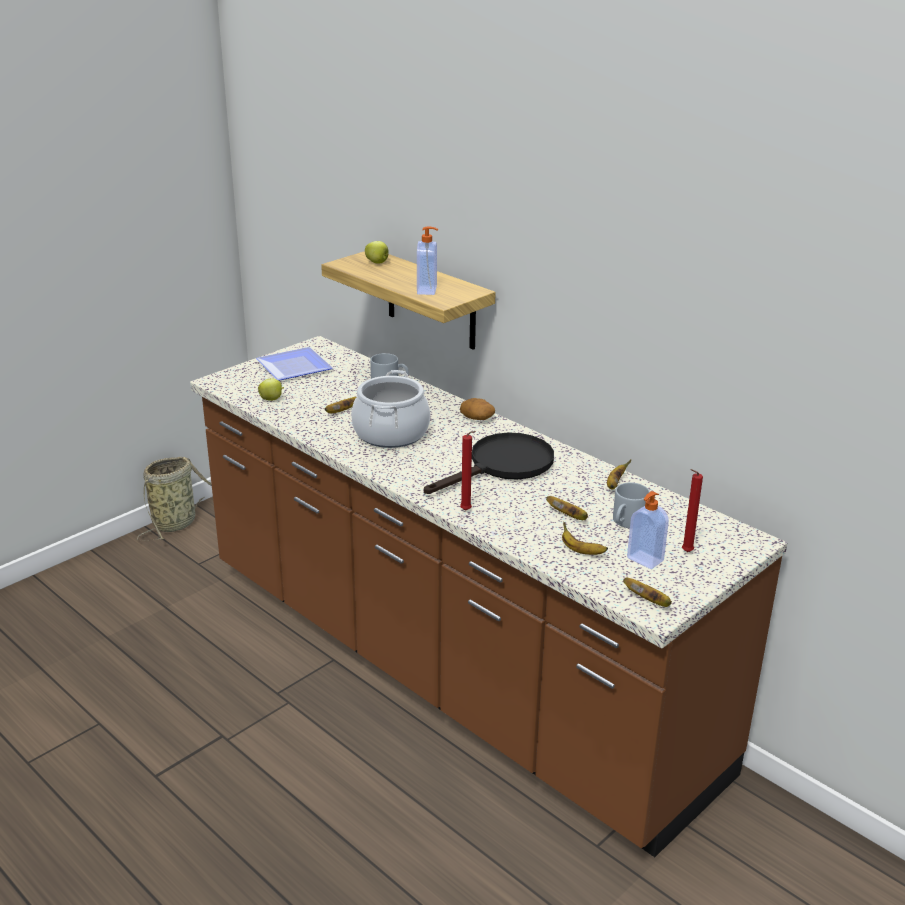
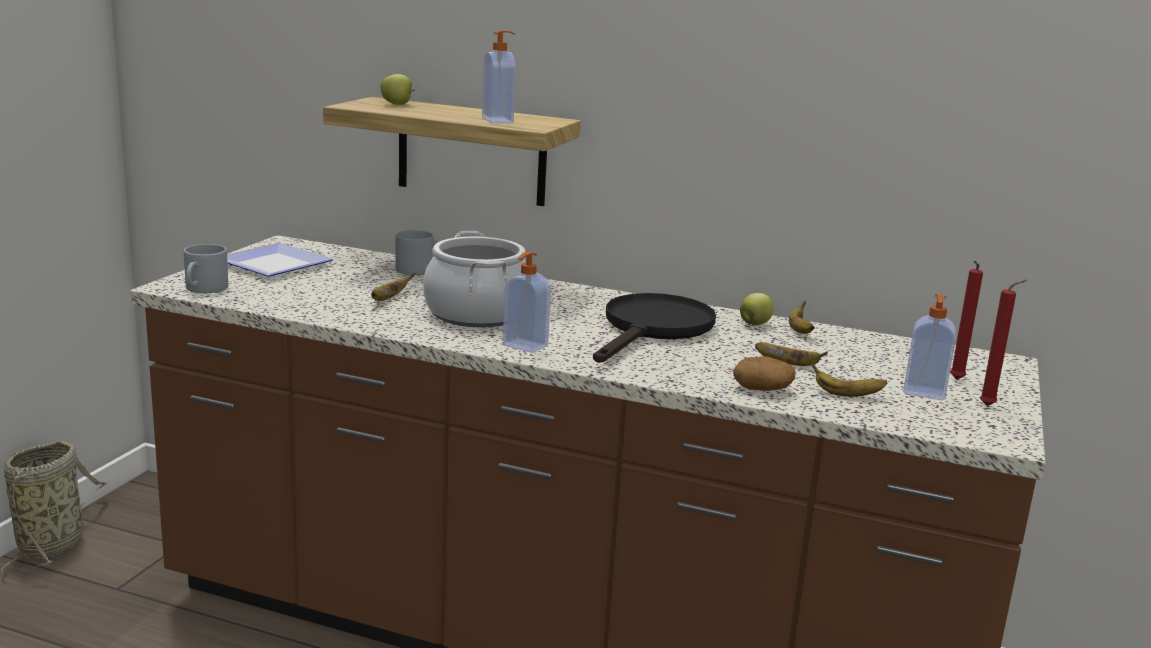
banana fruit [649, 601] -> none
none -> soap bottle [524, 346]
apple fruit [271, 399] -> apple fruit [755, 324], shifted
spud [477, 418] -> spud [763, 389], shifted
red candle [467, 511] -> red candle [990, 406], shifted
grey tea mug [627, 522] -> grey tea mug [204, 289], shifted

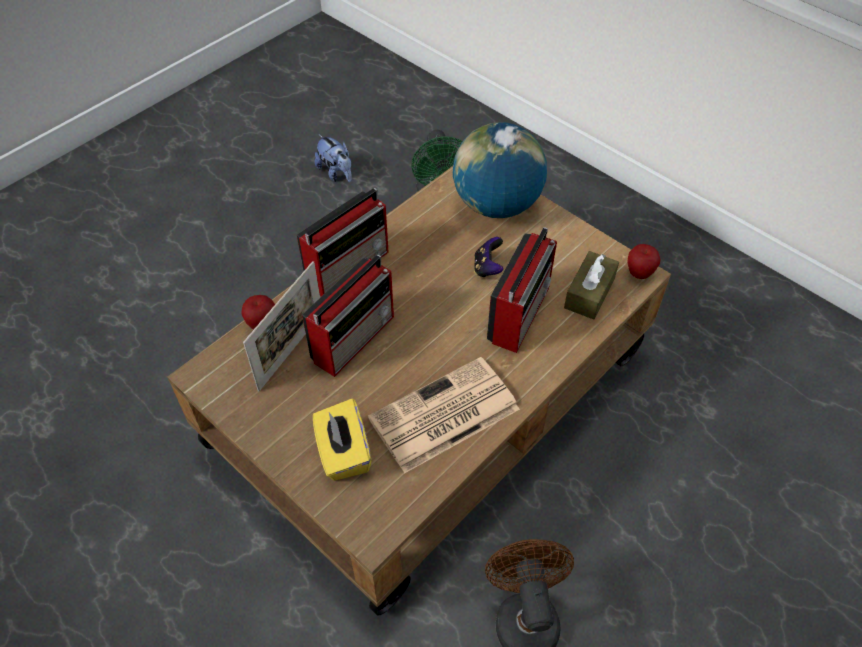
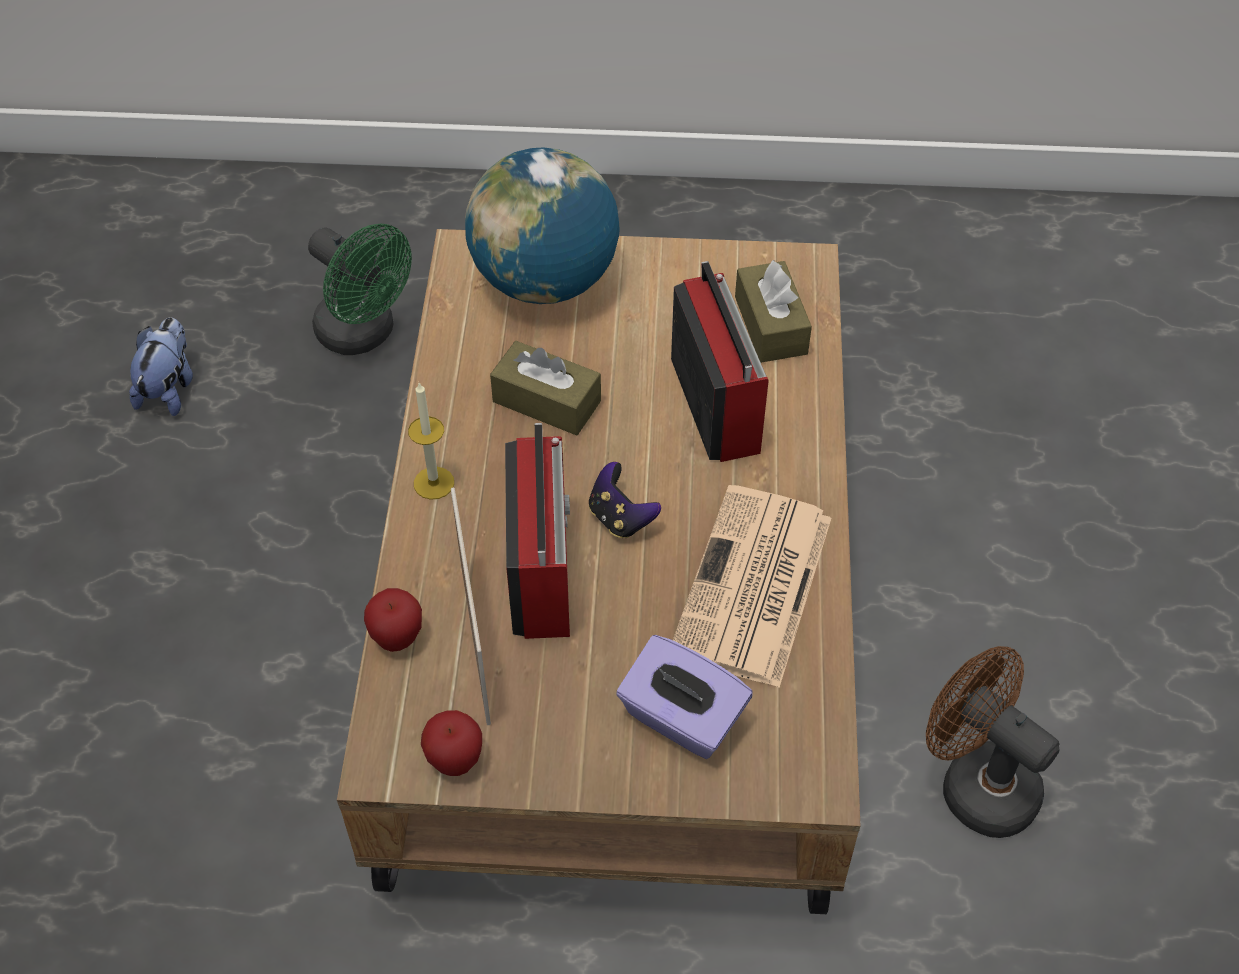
none -> brownish box of tissues [546, 401]
joypad [487, 268] -> joypad [620, 518], shifted
apple fruit [639, 273] -> apple fruit [455, 760], shifted
radio set [349, 266] -> candle [434, 483]
yellow-coloured box of tissues [343, 453] -> purple box of tissues [681, 718]
plush toy [336, 173] -> plush toy [169, 389], 90 degrees counterclockwise

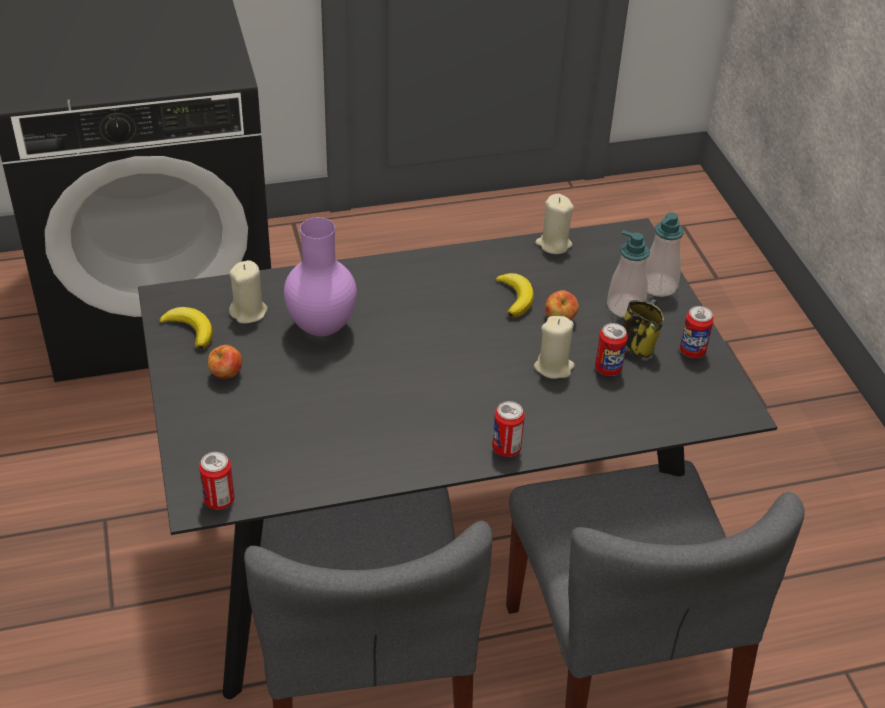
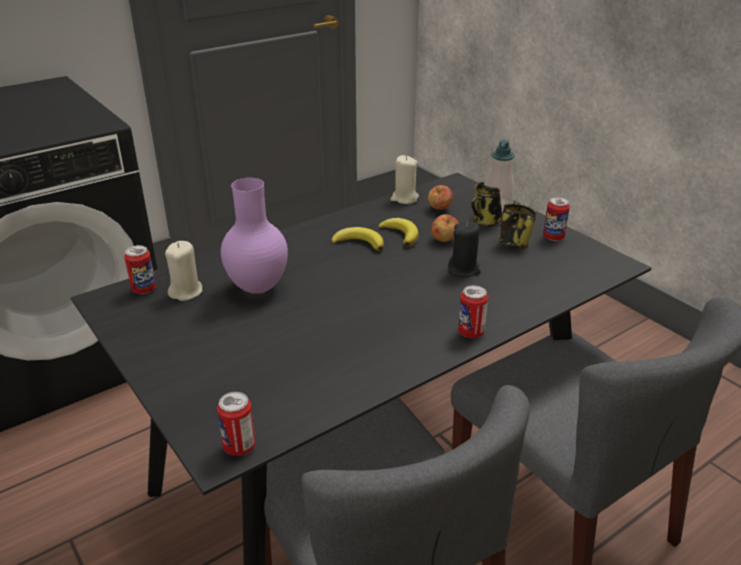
banana fruit [190, 330] -> banana fruit [359, 242], shifted
apple fruit [226, 375] -> apple fruit [439, 209], shifted
can [608, 369] -> can [144, 289], shifted
soap bottle [625, 307] -> tea mug [485, 222]
sand-coloured candle [554, 367] -> blackish candle [464, 270]

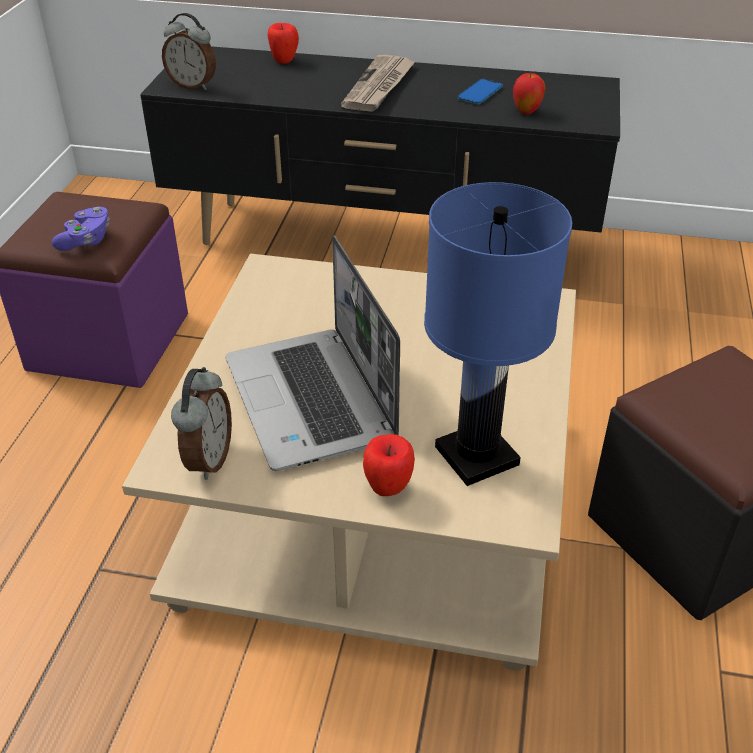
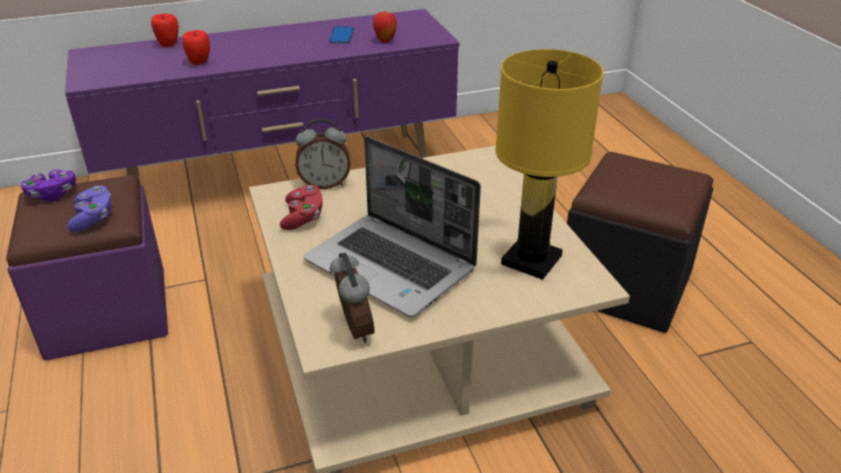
daily paper [379, 86] -> none
none -> purple joypad [52, 195]
none -> red joypad [303, 217]
bedside clock [193, 85] -> bedside clock [325, 184], shifted
apple fruit [388, 489] -> apple fruit [199, 63], shifted
blackish media console [384, 243] -> purple media console [282, 173]
blue lamp for a table [478, 456] -> yellow-coloured lamp for a table [532, 260]

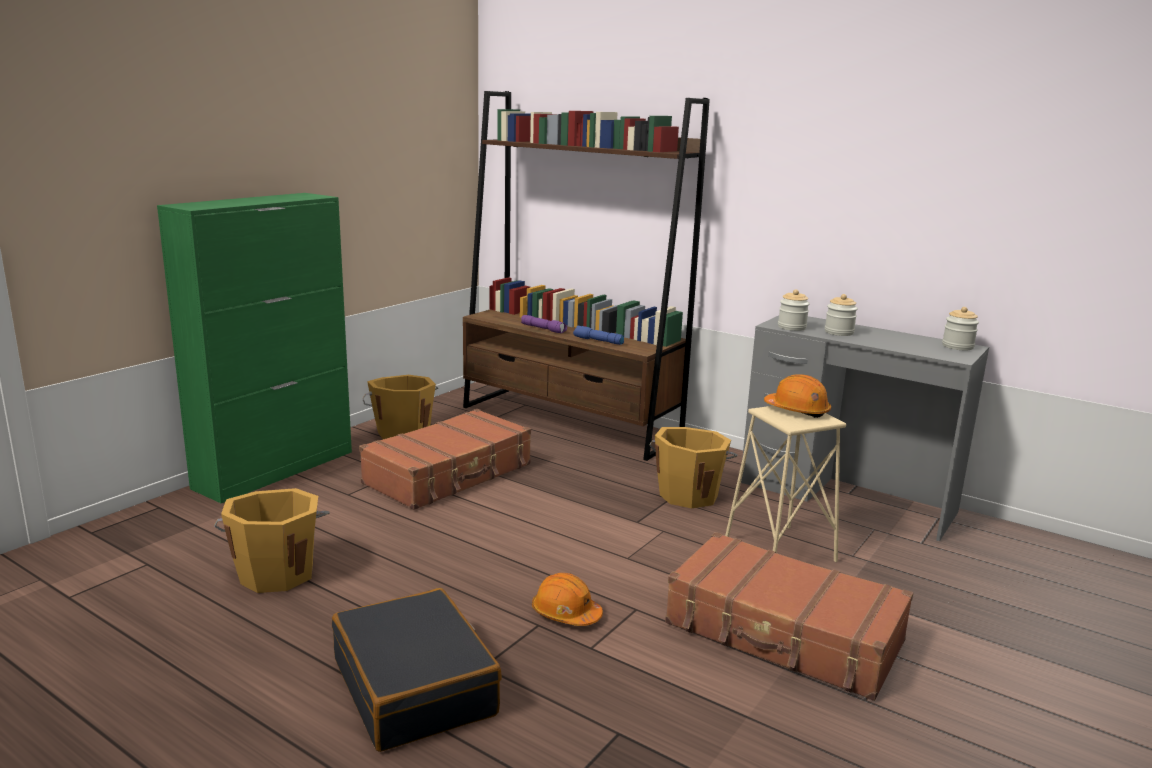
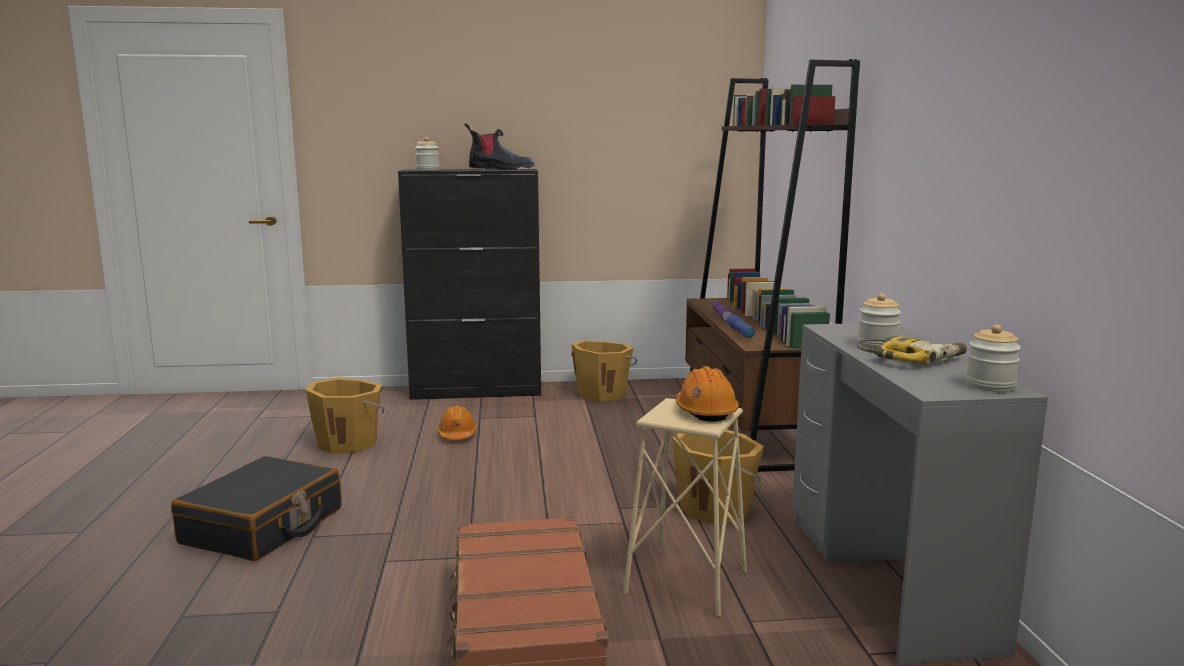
brownish travel case [450, 474] -> none
none -> boot [500, 169]
none -> drill [913, 359]
orangey safety helmet [565, 614] -> orangey safety helmet [457, 435], shifted
jar [792, 327] -> jar [427, 169], shifted
green cupboard [276, 469] -> blackish cupboard [477, 391]

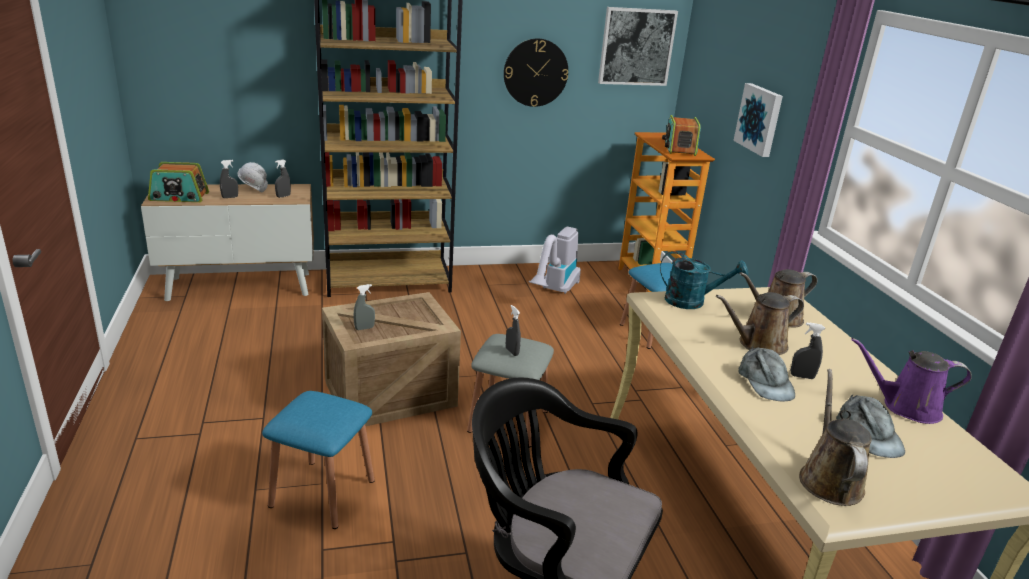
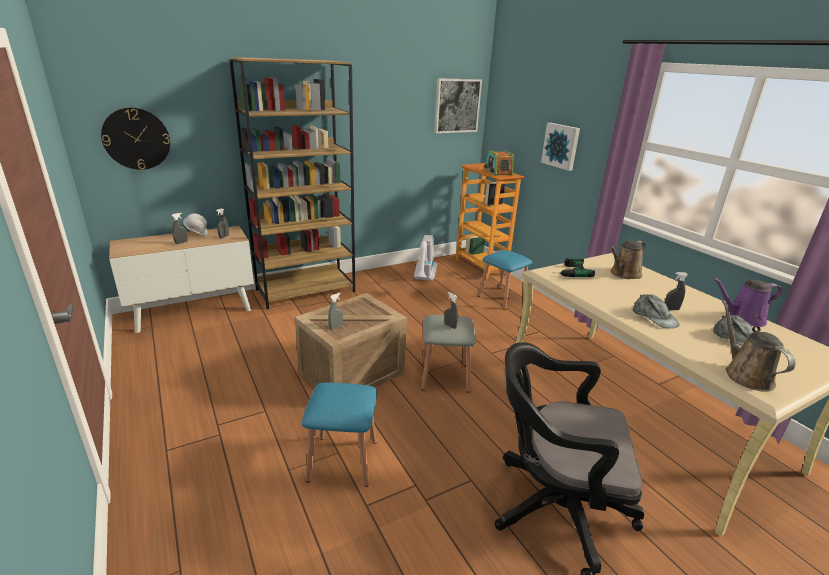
radio set [179, 197] -> none
brownish sprinkling can [758, 344] -> none
clock on the wall [535, 72] -> clock on the wall [136, 139], shifted
turquoise-coloured sprinkling can [692, 302] -> drill [568, 271]

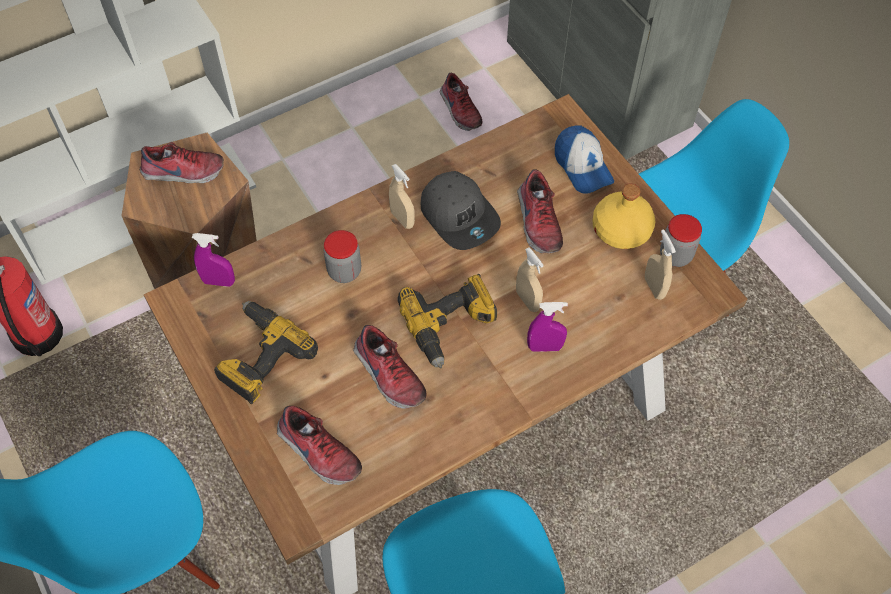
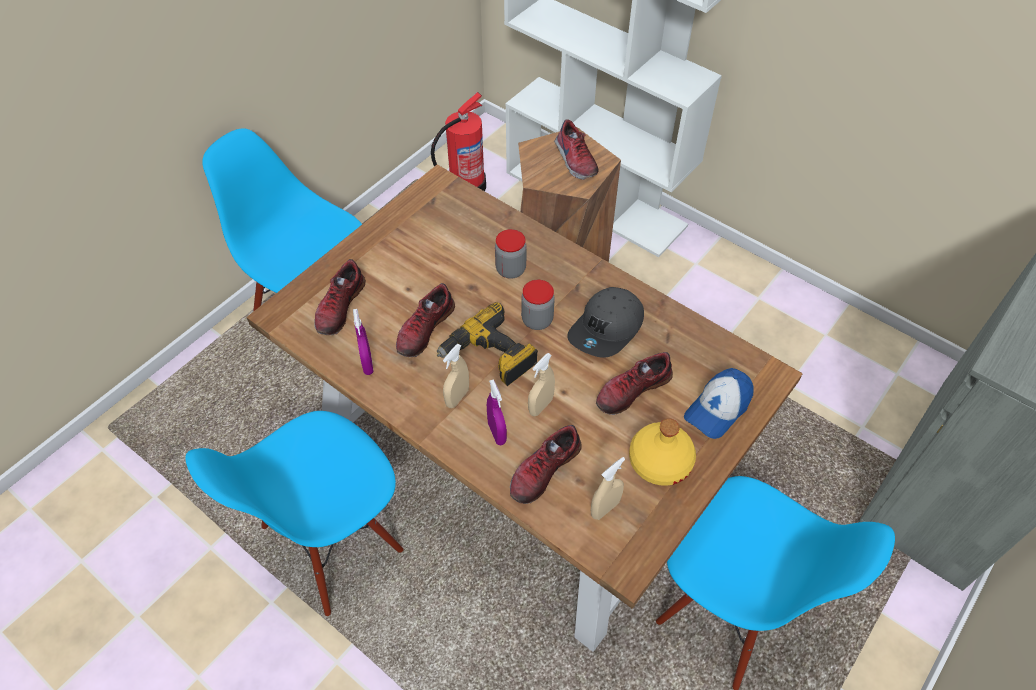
drill [259, 357] -> none
purple sprayer [219, 282] -> purple sprayer [367, 364], shifted
sand-coloured sprayer [402, 219] -> sand-coloured sprayer [457, 397], shifted
item of footwear [459, 110] -> item of footwear [543, 469], shifted
jar [675, 255] -> jar [537, 320], shifted

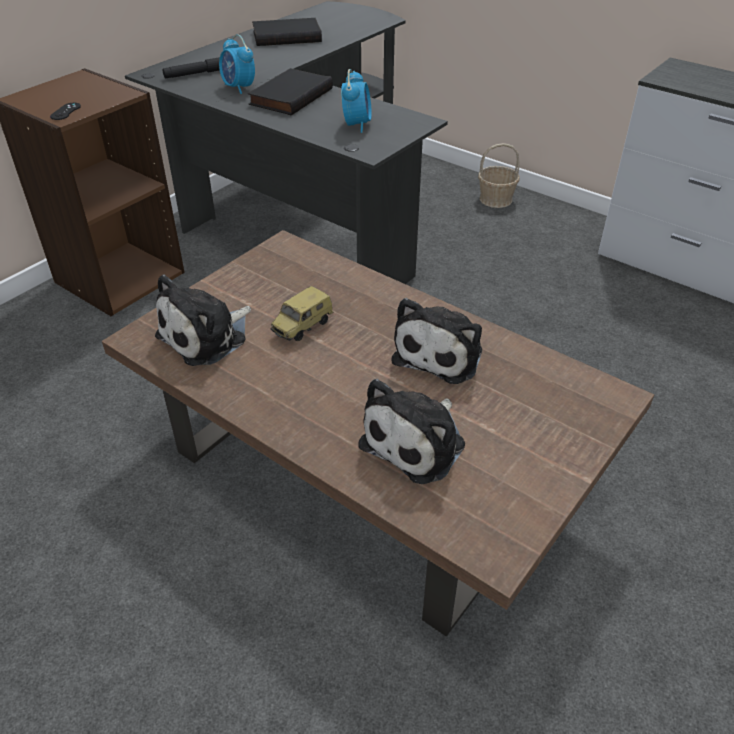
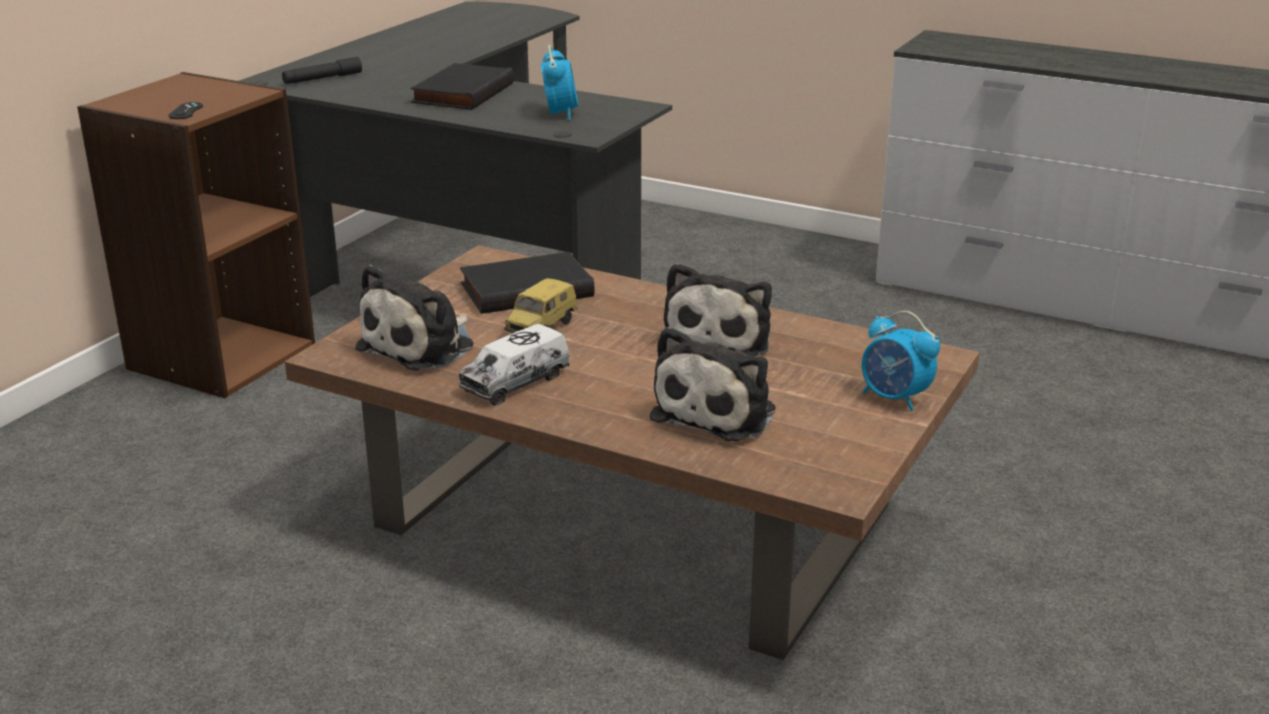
household basket [496, 199] -> none
none -> toy lorry [515, 382]
bedside clock [239, 88] -> bedside clock [895, 398], shifted
blackish volume [287, 36] -> blackish volume [526, 289], shifted

